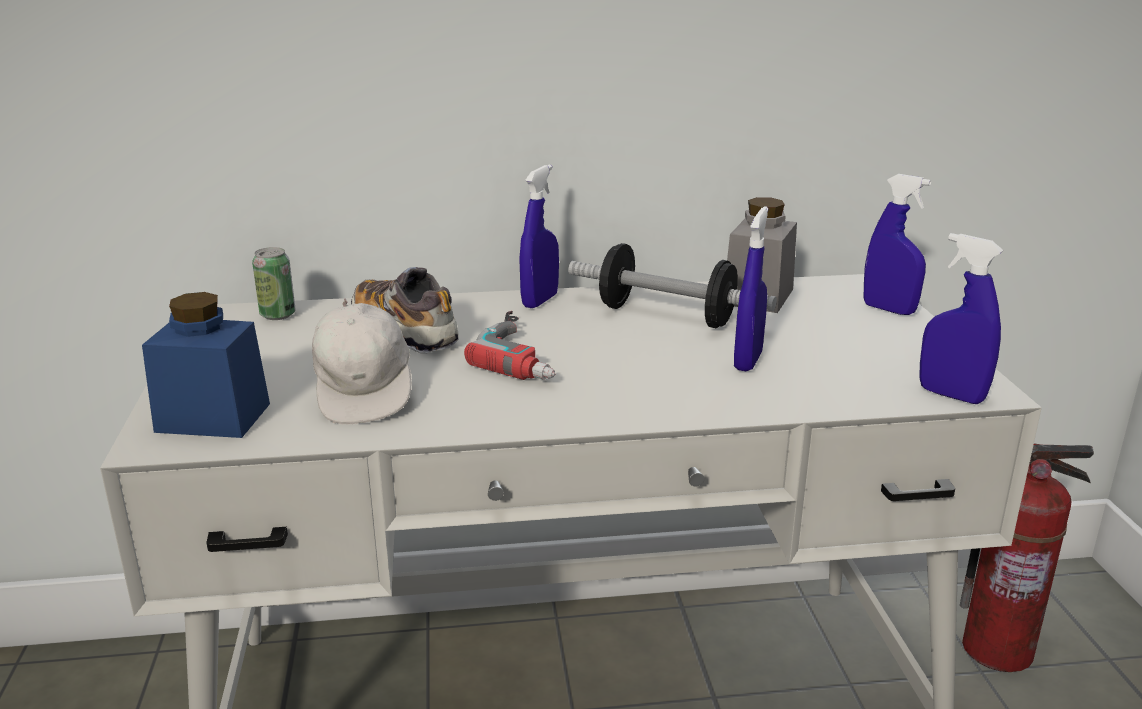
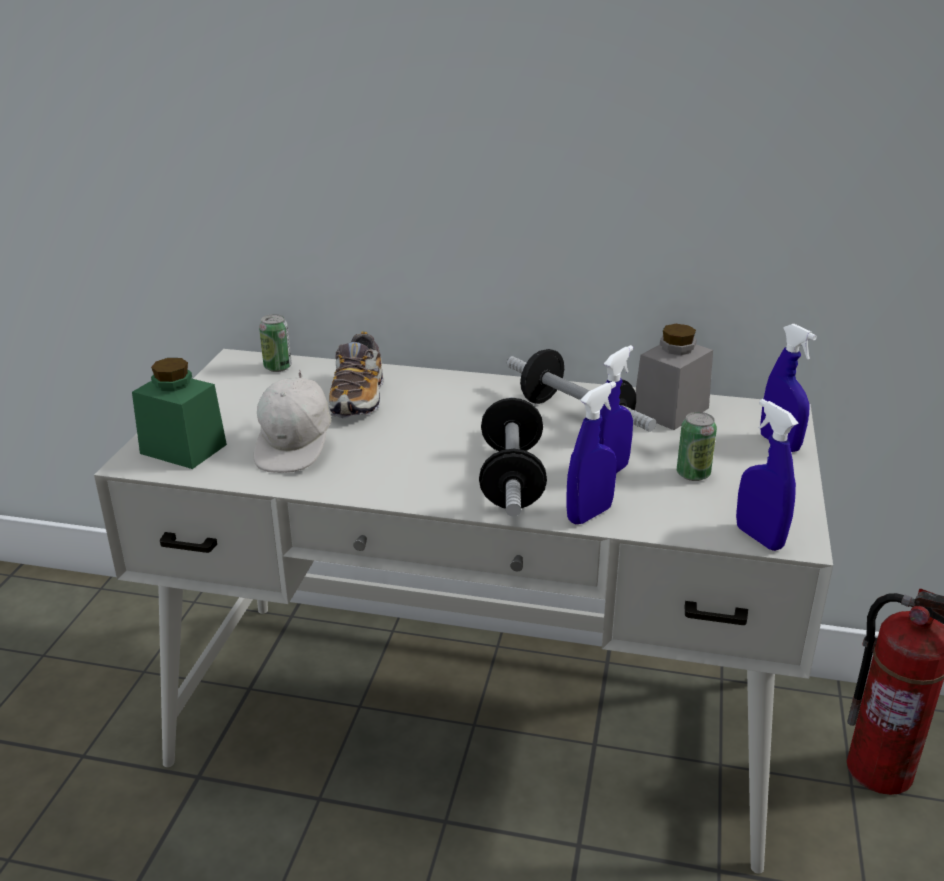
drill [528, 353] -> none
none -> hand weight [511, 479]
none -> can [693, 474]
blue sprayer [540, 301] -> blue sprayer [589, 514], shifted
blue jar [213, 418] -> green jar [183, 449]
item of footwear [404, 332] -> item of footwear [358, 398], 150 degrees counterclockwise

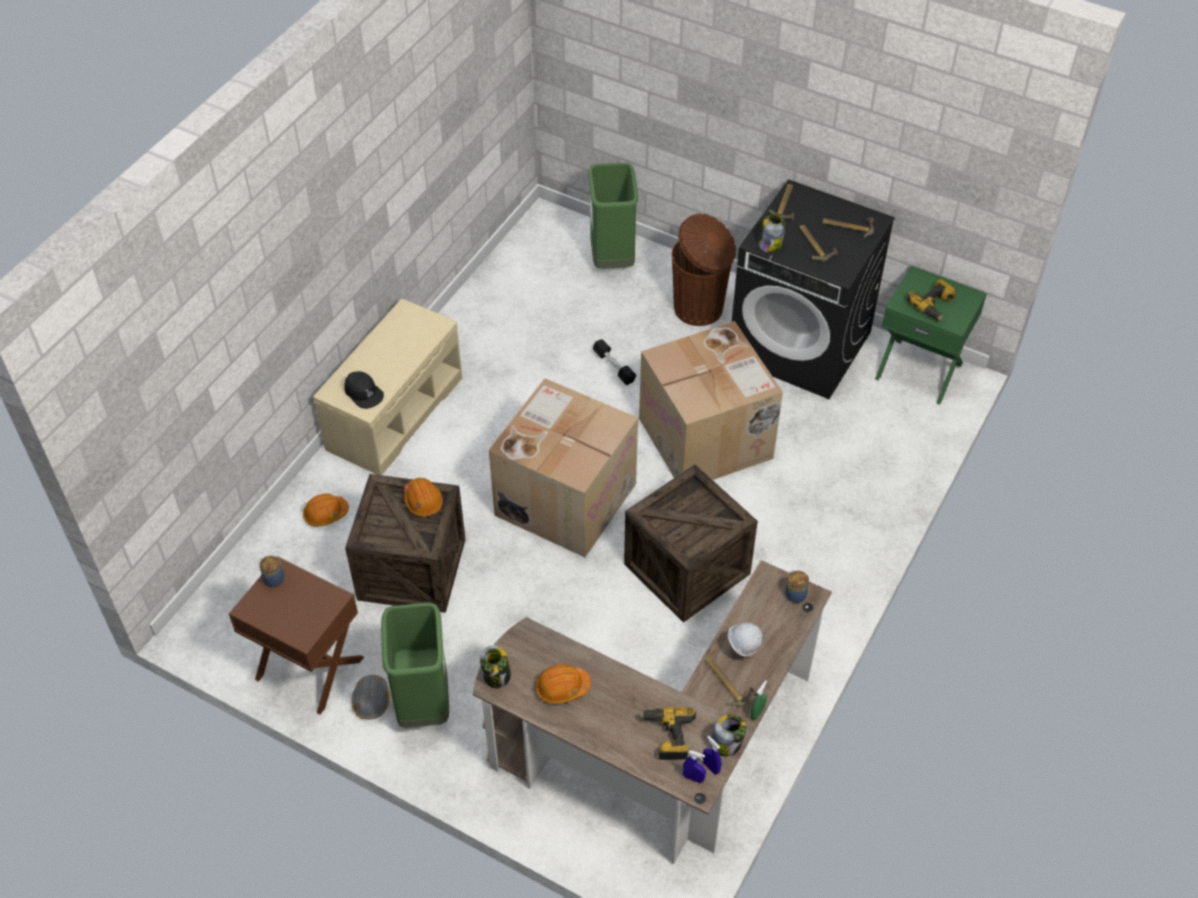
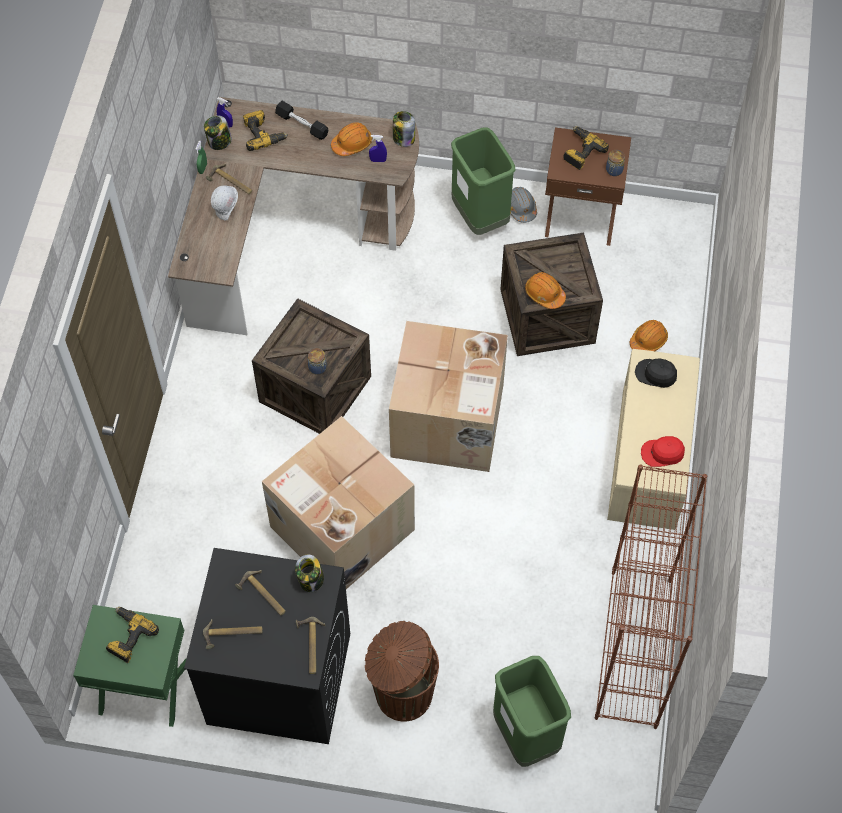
none -> drill [580, 151]
none -> brownish shelving unit [634, 649]
none -> red baseball cap [662, 453]
blackish hand weight [614, 367] -> blackish hand weight [302, 125], shifted
blue sprayer [693, 778] -> blue sprayer [378, 160], shifted
jar [795, 594] -> jar [318, 368], shifted

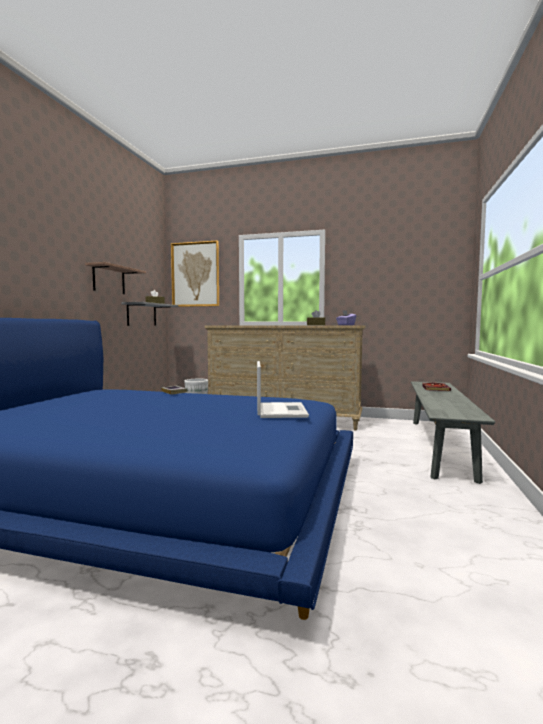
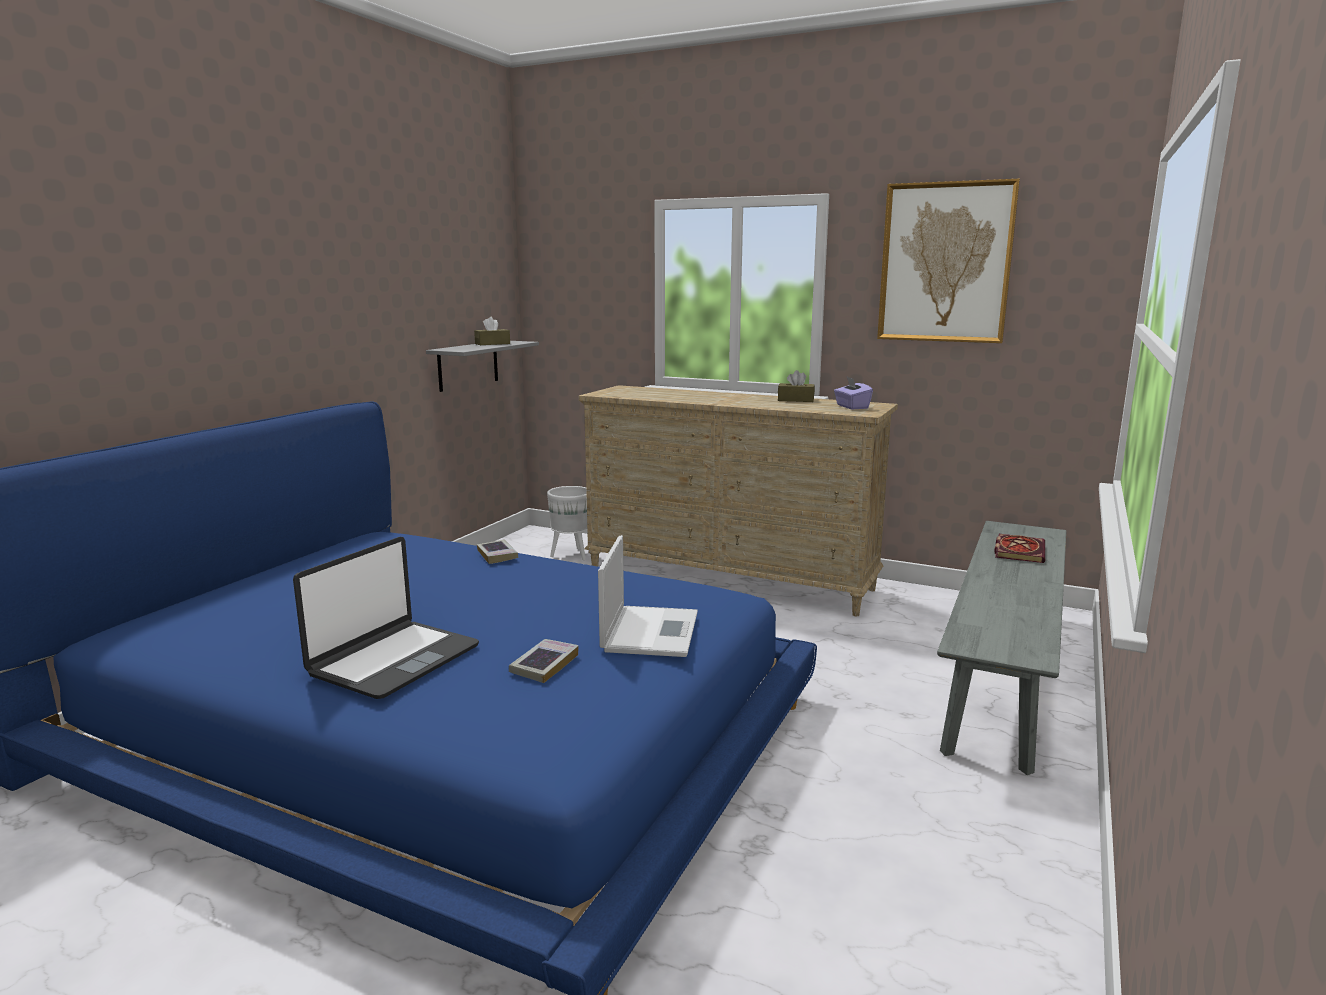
shelf [109, 280] -> none
none -> notebook computer [393, 660]
none -> volume [544, 665]
picture [195, 274] -> picture [945, 263], shifted

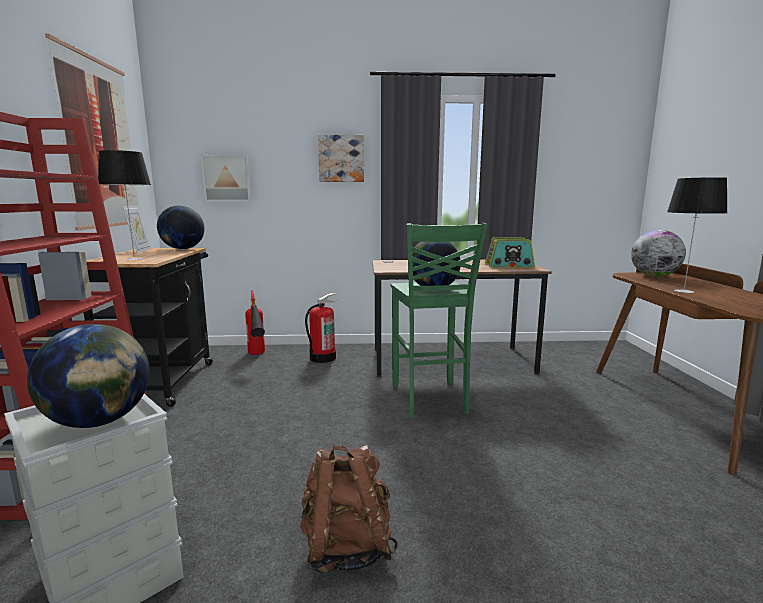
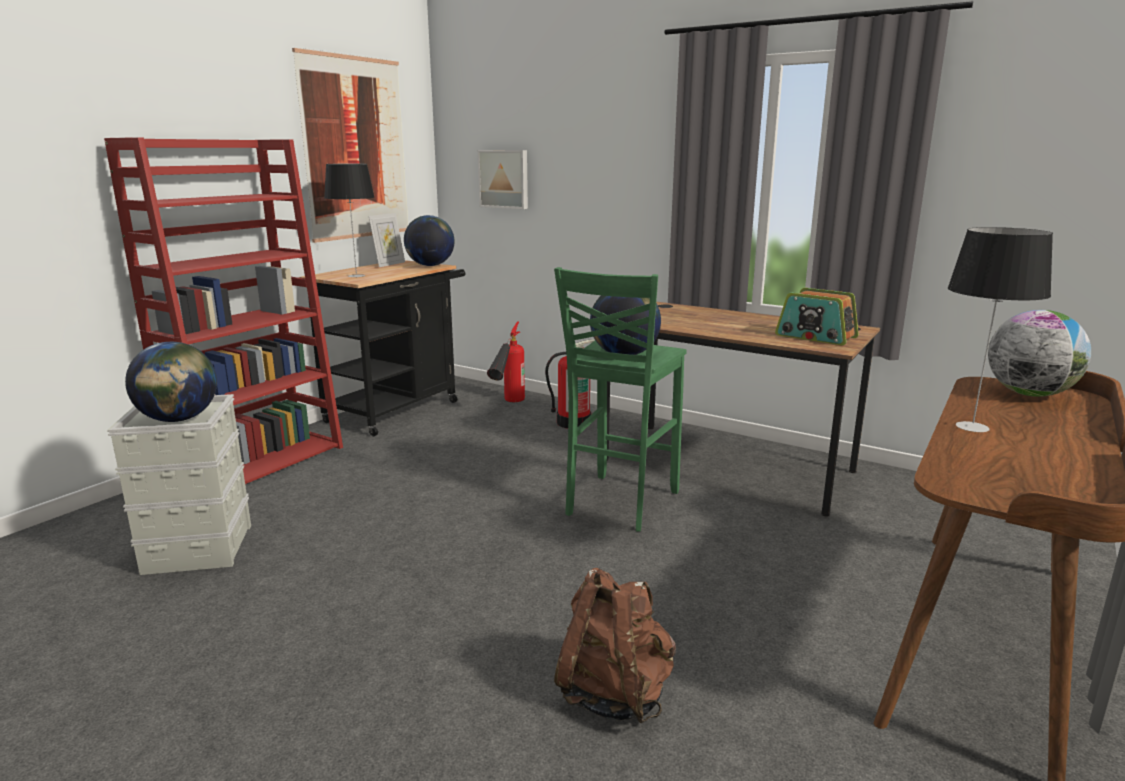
picture [341, 158] -> none
brownish backpack [346, 548] -> brownish backpack [614, 694], shifted

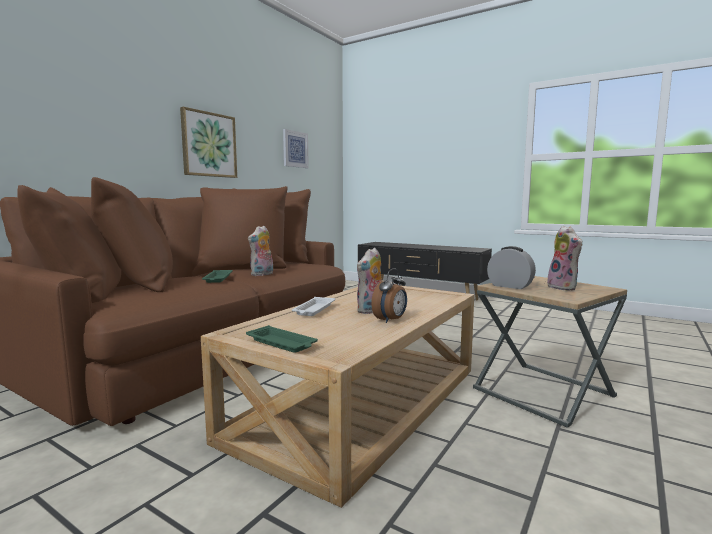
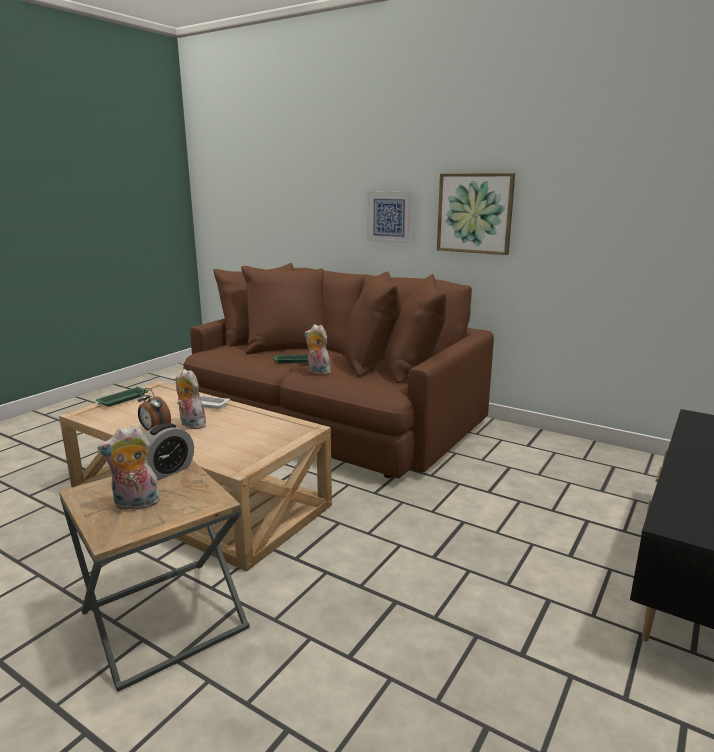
picture [295, 149] -> picture [390, 217], shifted

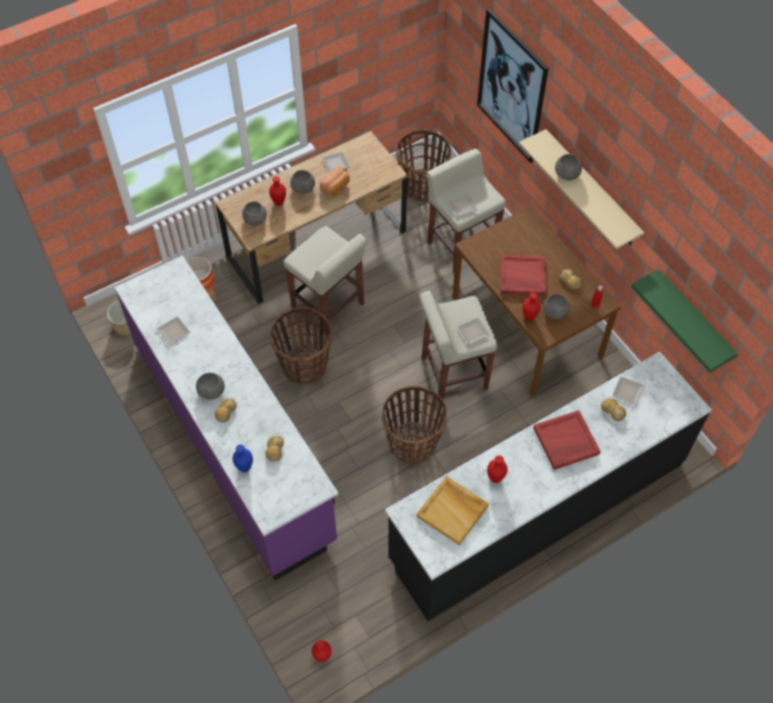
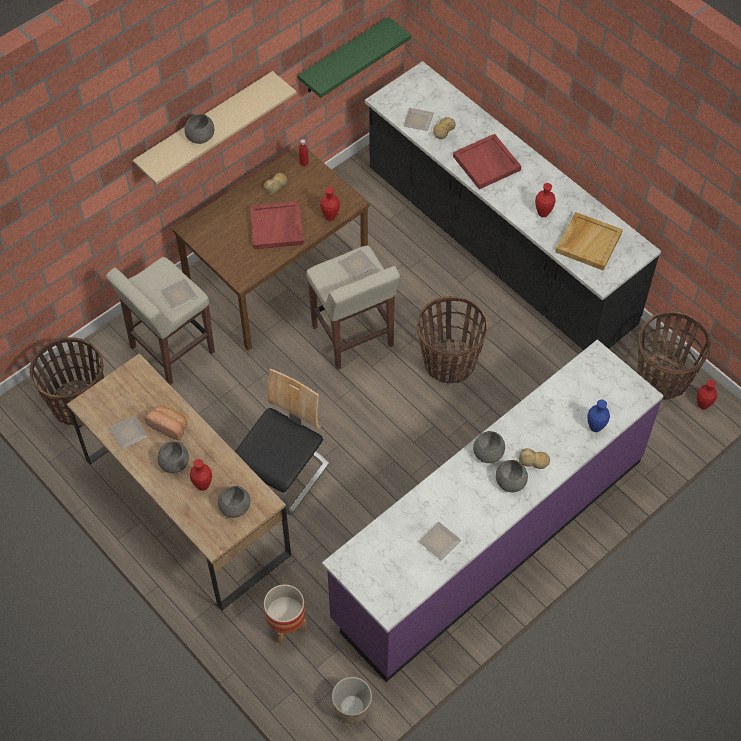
bread [274, 450] -> none
picture [512, 87] -> none
household basket [304, 365] -> household basket [663, 378], shifted
grey bowl [555, 312] -> grey bowl [488, 452], shifted
sand-coloured stool [328, 307] -> upright chair [283, 475]

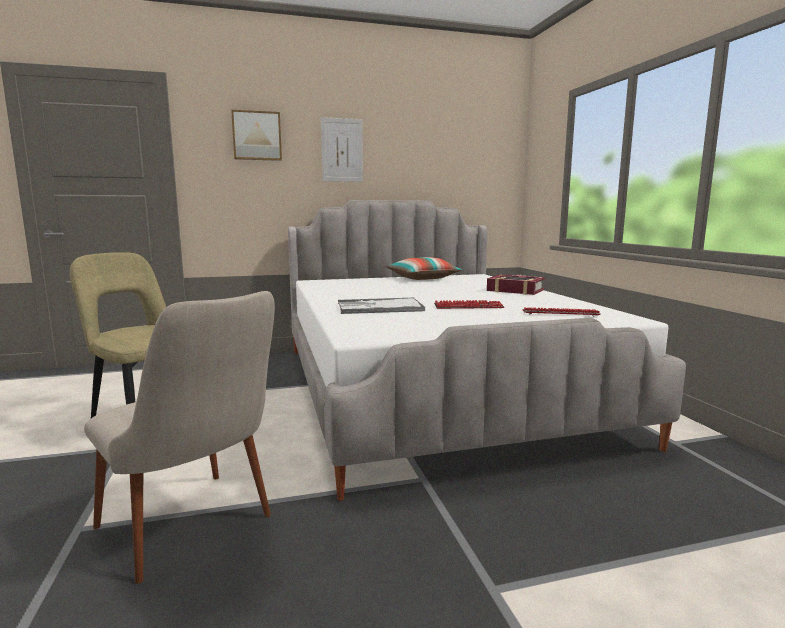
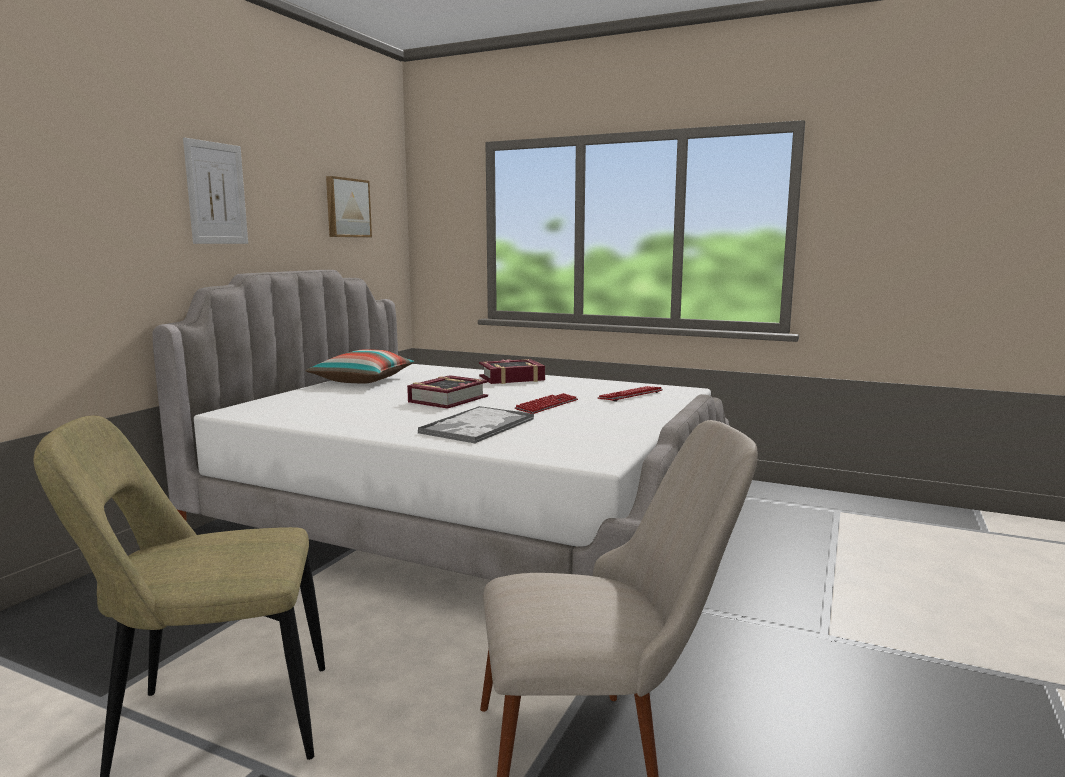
none -> volume [448, 399]
picture [257, 136] -> picture [347, 208], shifted

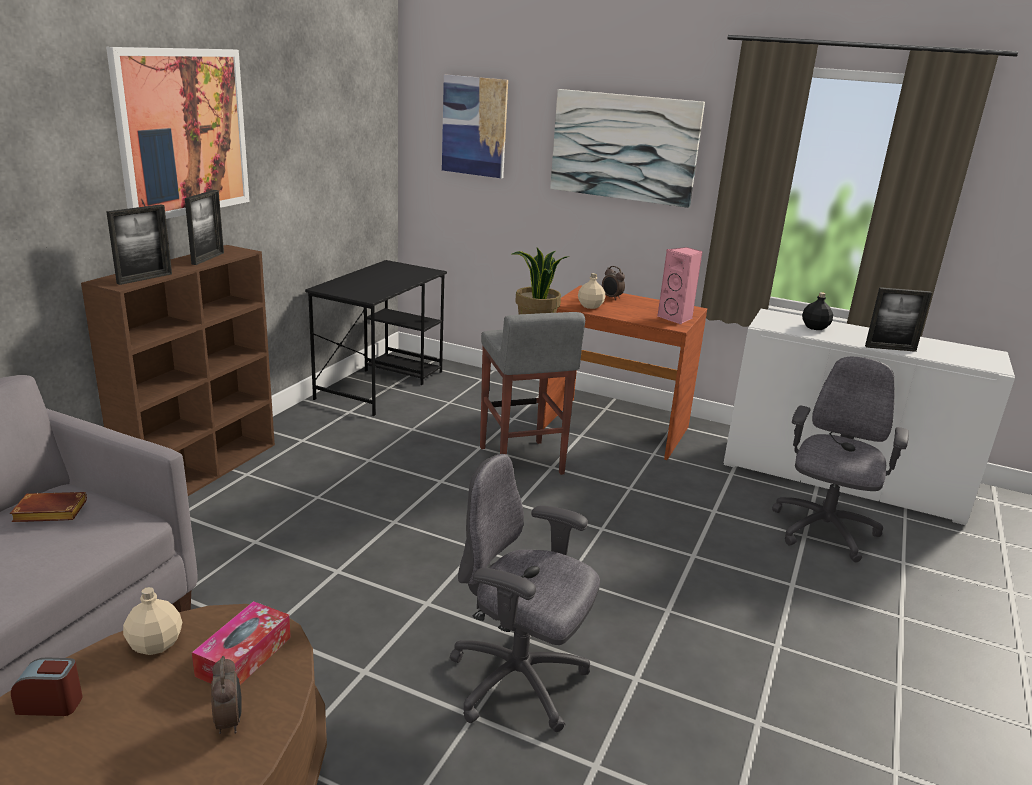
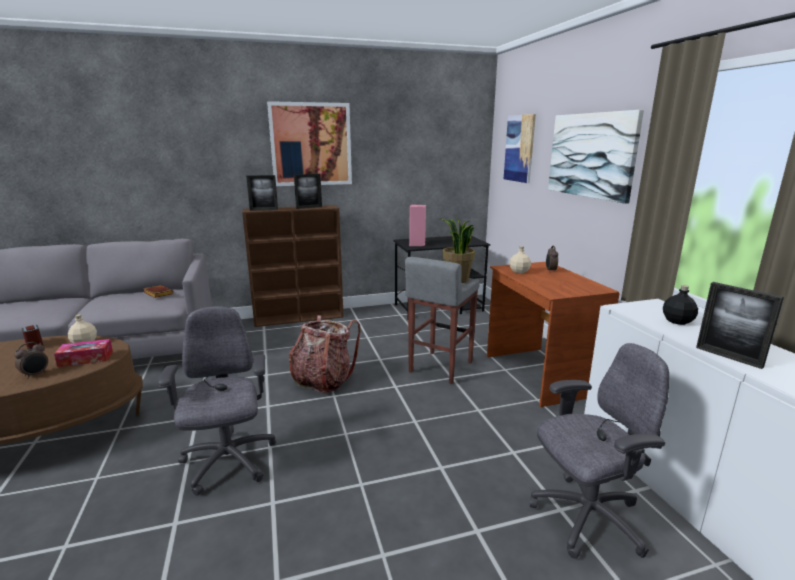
none -> backpack [323, 380]
pink speaker [676, 318] -> pink speaker [417, 244], shifted

